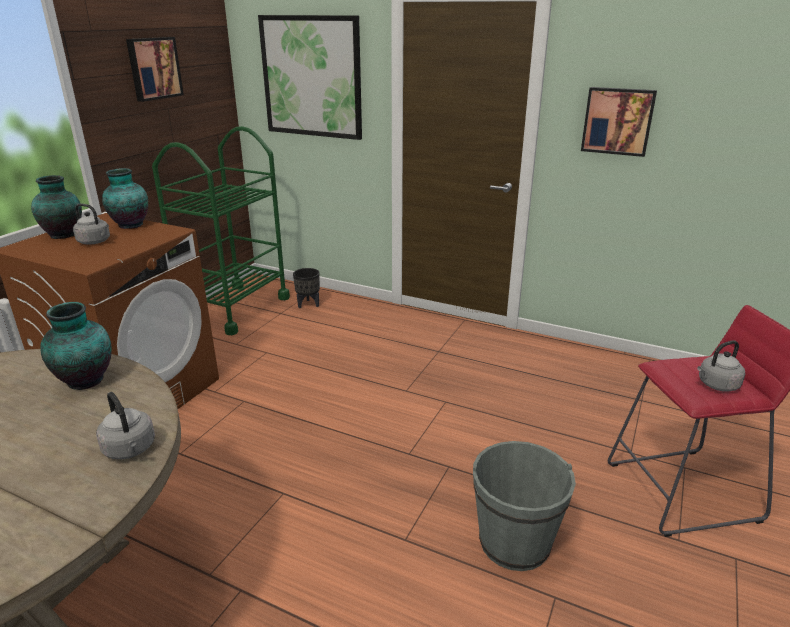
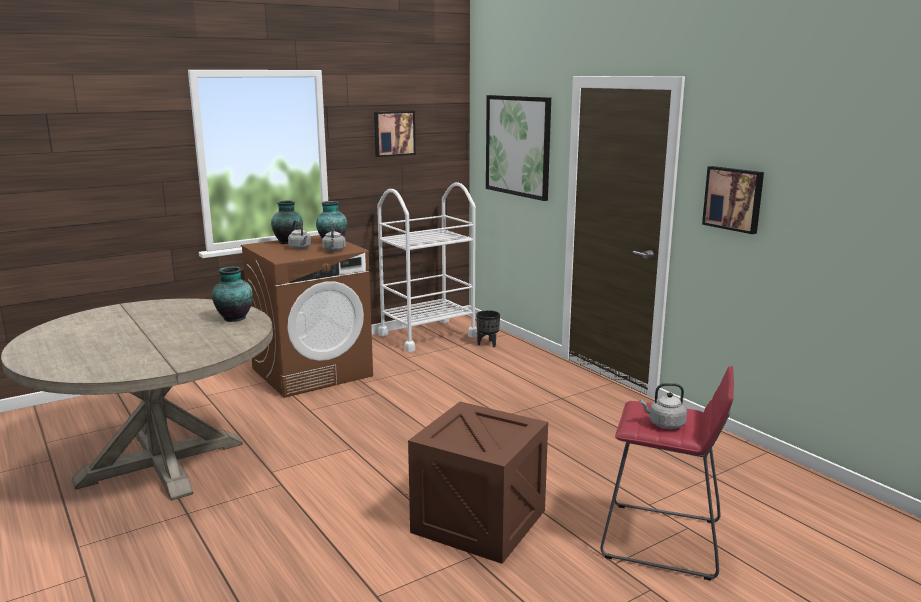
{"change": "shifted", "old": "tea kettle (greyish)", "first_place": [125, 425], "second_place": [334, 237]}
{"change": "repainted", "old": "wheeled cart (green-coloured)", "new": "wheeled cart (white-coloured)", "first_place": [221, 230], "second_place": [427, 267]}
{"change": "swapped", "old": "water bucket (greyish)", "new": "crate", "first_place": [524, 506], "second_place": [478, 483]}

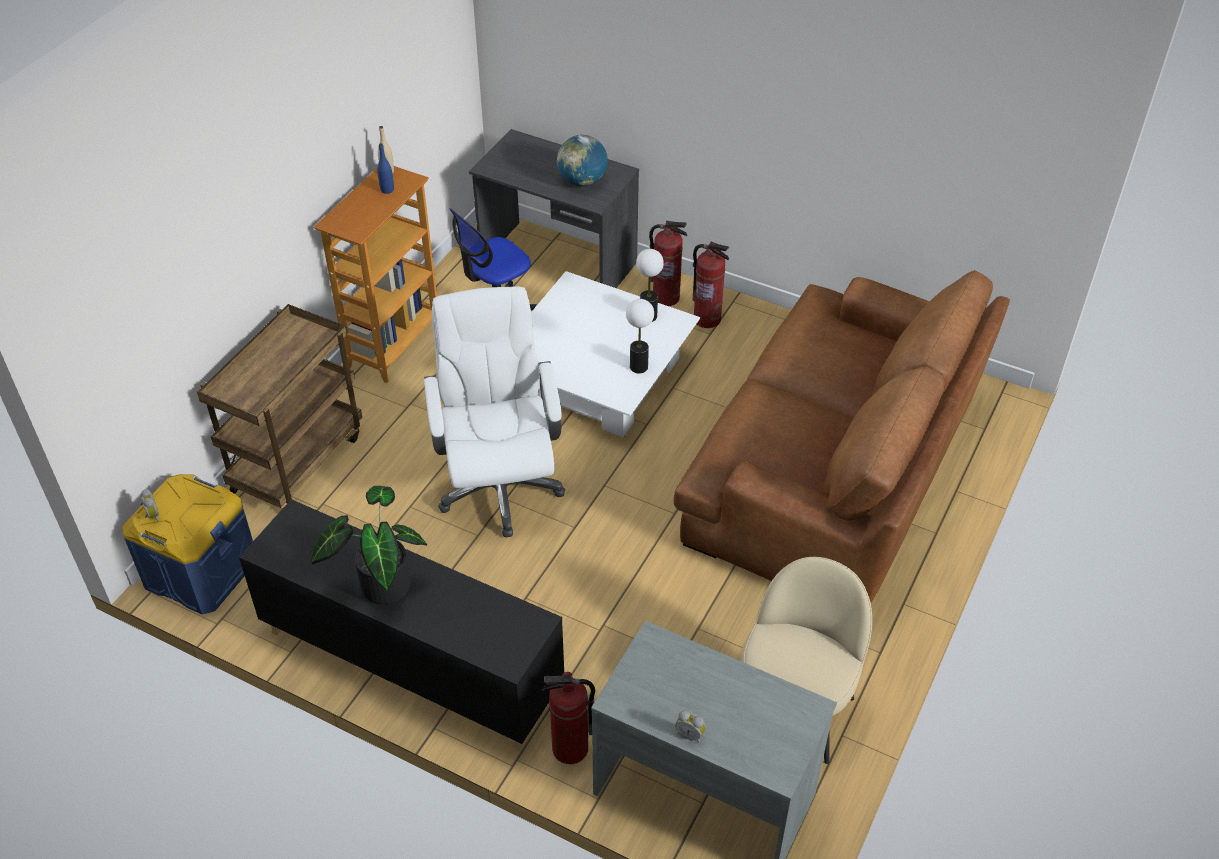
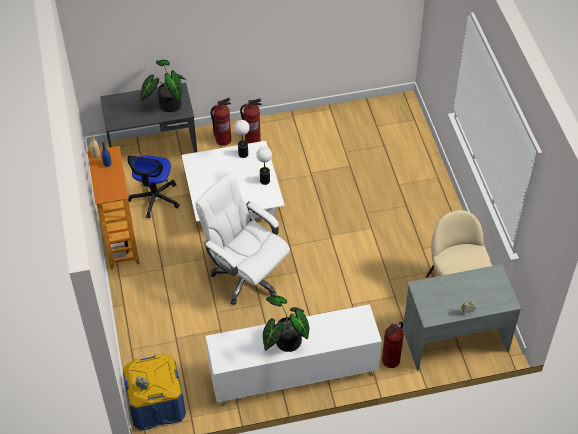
{"change": "swapped", "old": "world globe", "new": "houseplant", "first_place": [582, 161], "second_place": [163, 86]}
{"change": "repainted", "old": "cupboard (blackish)", "new": "cupboard (white-coloured)", "first_place": [401, 625], "second_place": [294, 355]}
{"change": "gone", "old": "wheeled cart (brownish)", "first_place": [279, 406]}
{"change": "gone", "old": "sofa (brownish)", "first_place": [842, 436]}

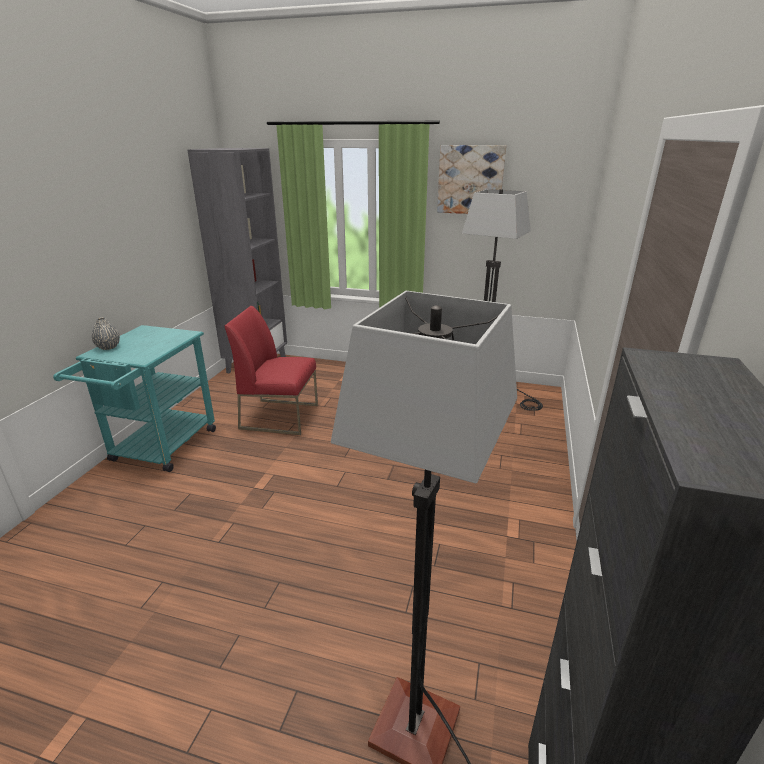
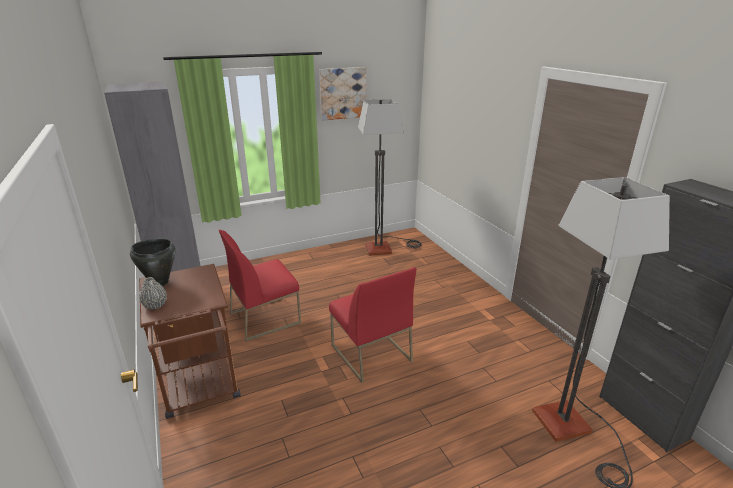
{"change": "new", "new": "stockpot (blackish)", "second_place": [153, 262]}
{"change": "repainted", "old": "wheeled cart (blue-green)", "new": "wheeled cart (brownish)", "first_place": [134, 398], "second_place": [190, 341]}
{"change": "new", "new": "plain chair (red-coloured)", "second_place": [373, 325]}

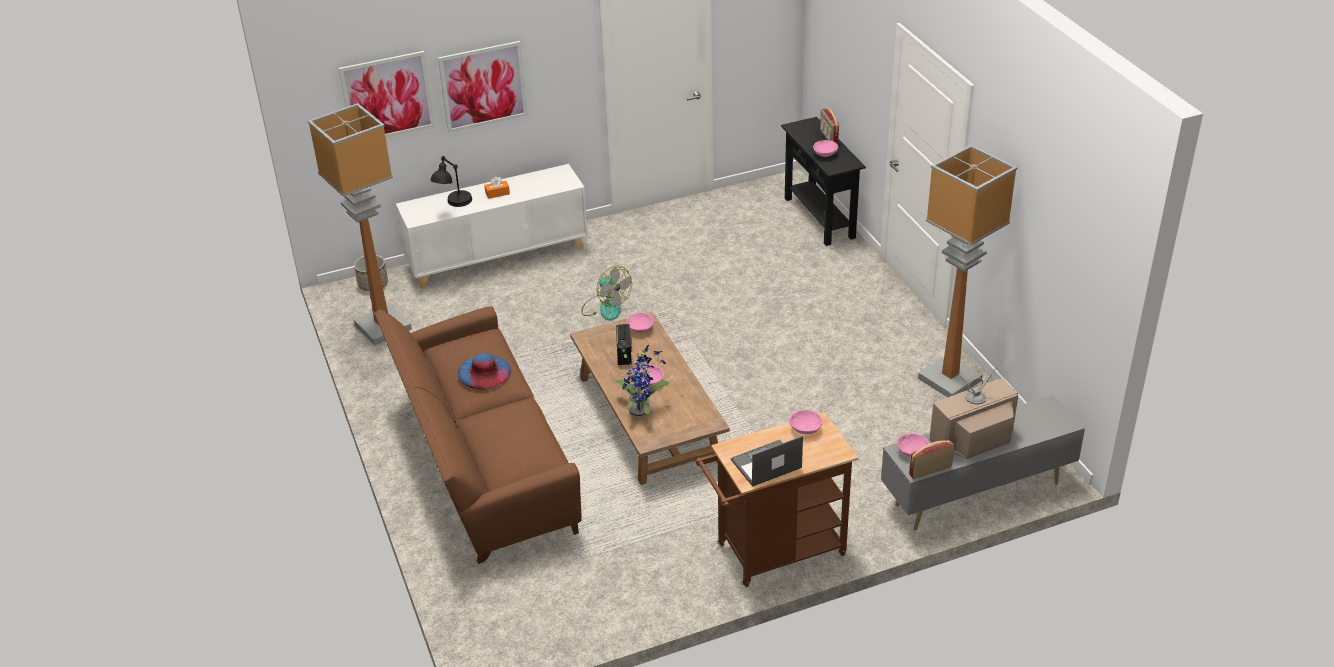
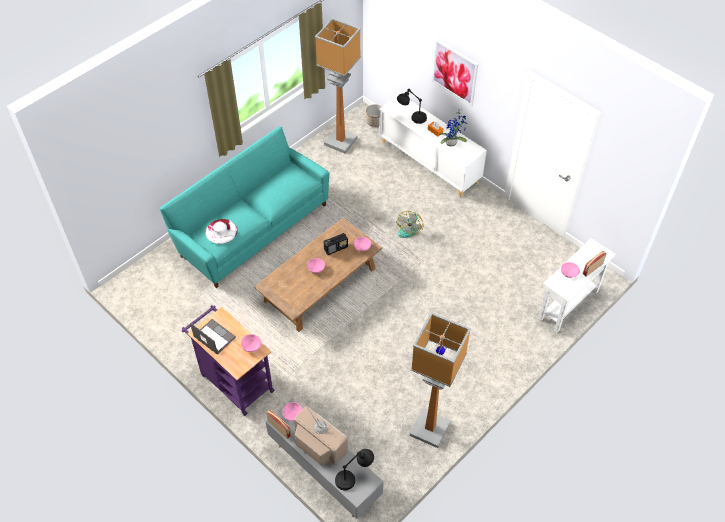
{"change": "repainted", "old": "sofa (brownish)", "new": "sofa (blue-green)", "first_place": [478, 435], "second_place": [244, 207]}
{"change": "repainted", "old": "wheeled cart (brownish)", "new": "wheeled cart (purplish)", "first_place": [777, 499], "second_place": [228, 360]}
{"change": "new", "new": "clothing hat (white-coloured)", "second_place": [221, 231]}
{"change": "new", "new": "tabletop lamp (blackish)", "second_place": [354, 469]}
{"change": "shifted", "old": "houseplant", "first_place": [642, 381], "second_place": [453, 127]}
{"change": "repainted", "old": "console table (blackish)", "new": "console table (white-coloured)", "first_place": [823, 181], "second_place": [577, 285]}
{"change": "gone", "old": "wall art", "first_place": [387, 94]}
{"change": "gone", "old": "clothing hat (bluish)", "first_place": [484, 372]}

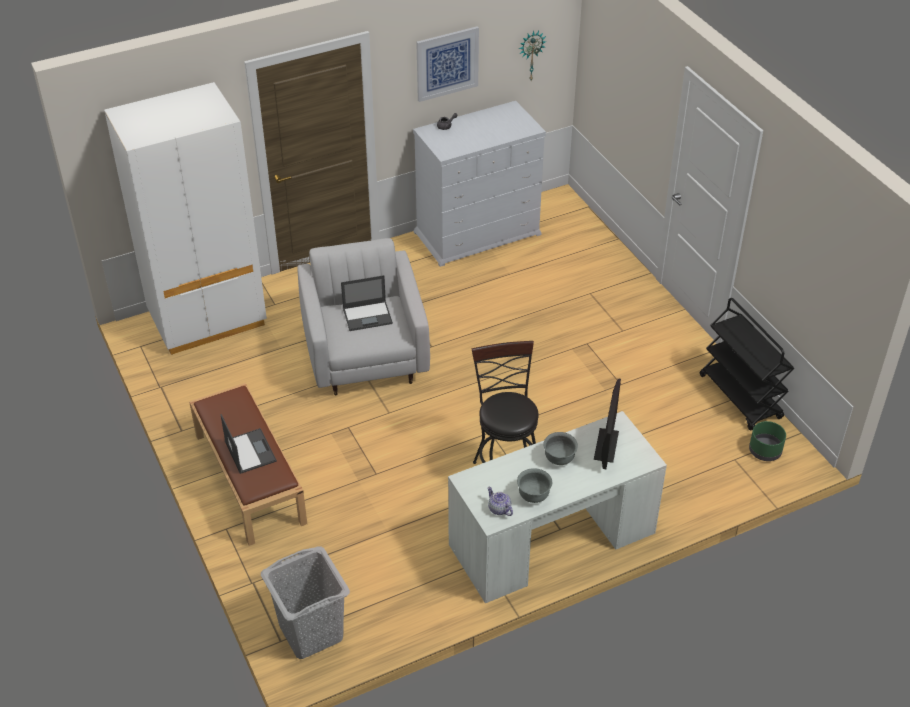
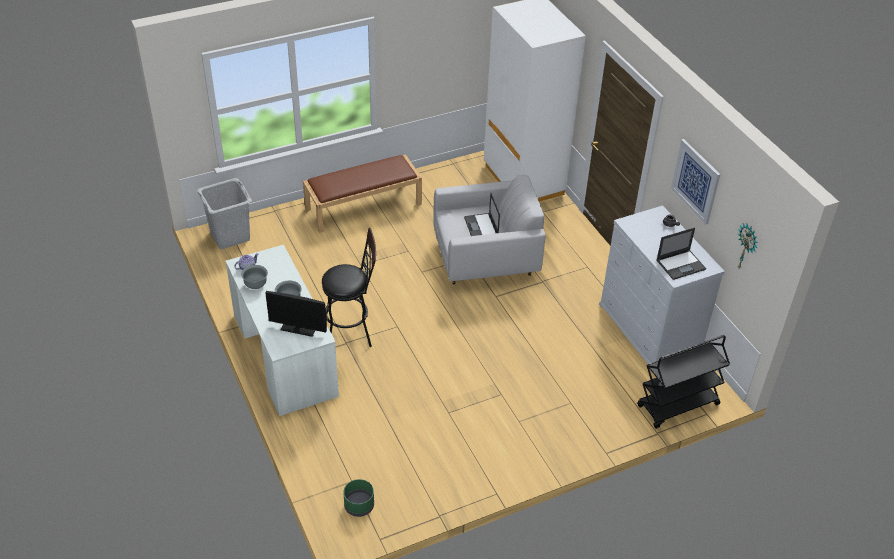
{"change": "shifted", "old": "wheeled cart (blackish)", "first_place": [747, 364], "second_place": [683, 382]}
{"change": "shifted", "old": "notebook computer", "first_place": [249, 444], "second_place": [681, 253]}

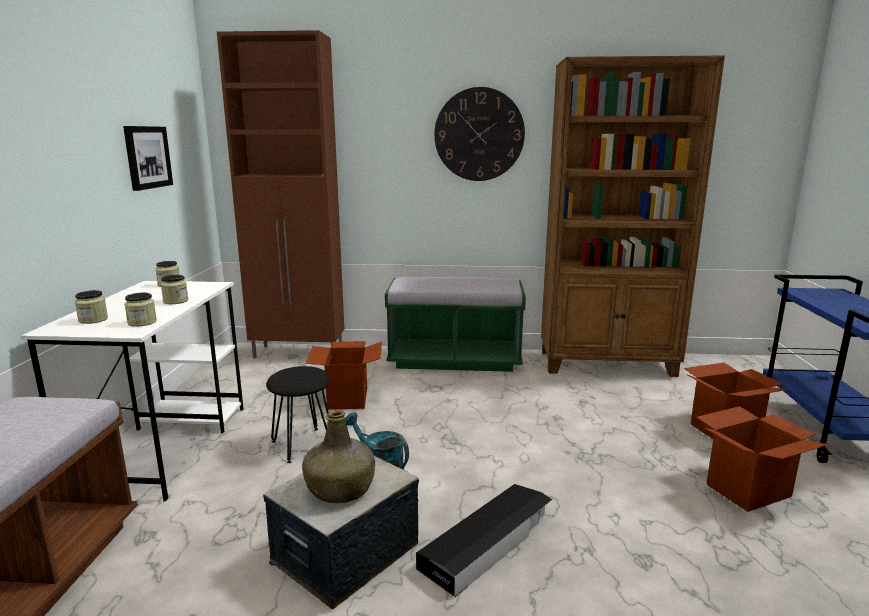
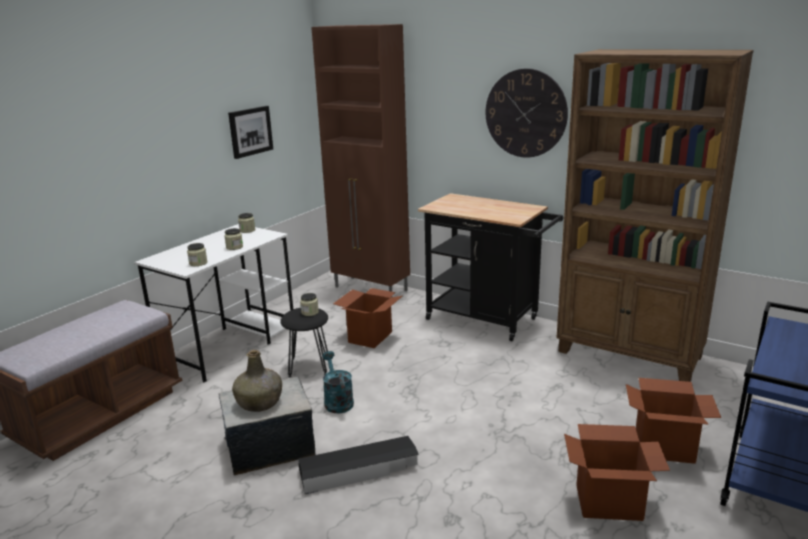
{"change": "shifted", "old": "storage jar", "first_place": [91, 307], "second_place": [309, 304]}
{"change": "swapped", "old": "long seat (green-coloured)", "new": "wheeled cart (blackish)", "first_place": [455, 324], "second_place": [490, 267]}

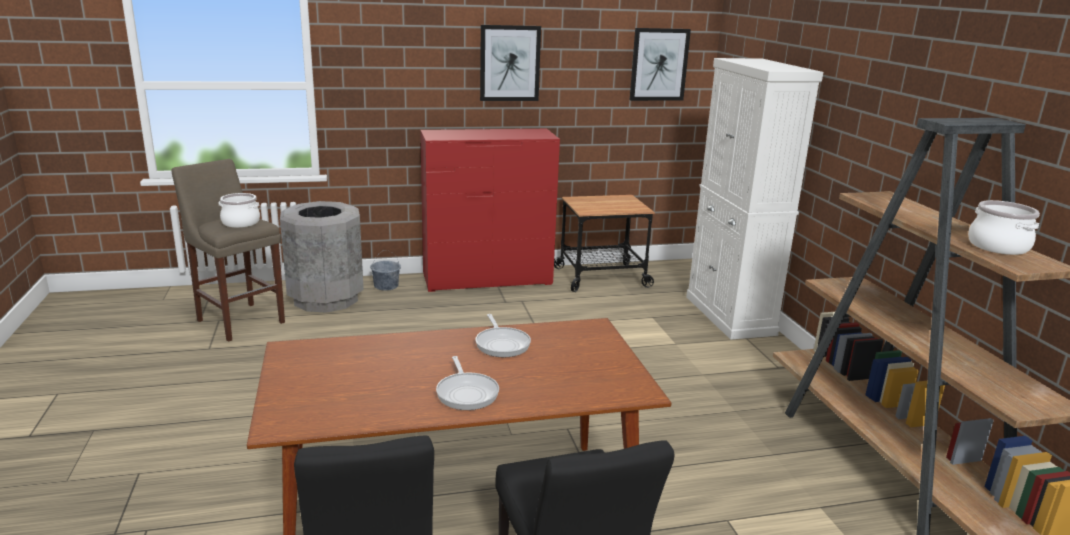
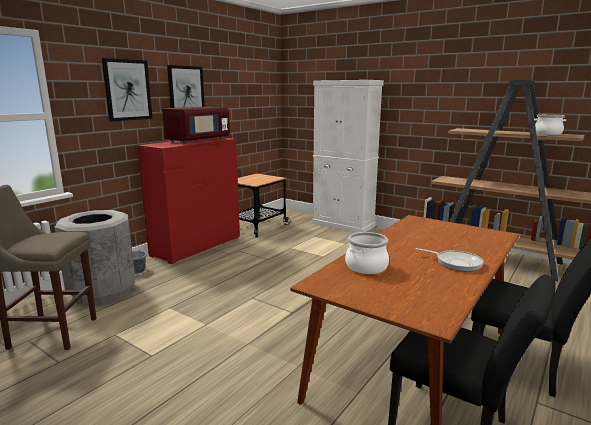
{"change": "shifted", "old": "wall art", "first_place": [660, 64], "second_place": [127, 89]}
{"change": "new", "new": "kitchen microwave (red-coloured)", "second_place": [196, 125]}
{"change": "shifted", "old": "stockpot", "first_place": [239, 210], "second_place": [367, 253]}
{"change": "gone", "old": "skillet", "first_place": [503, 335]}

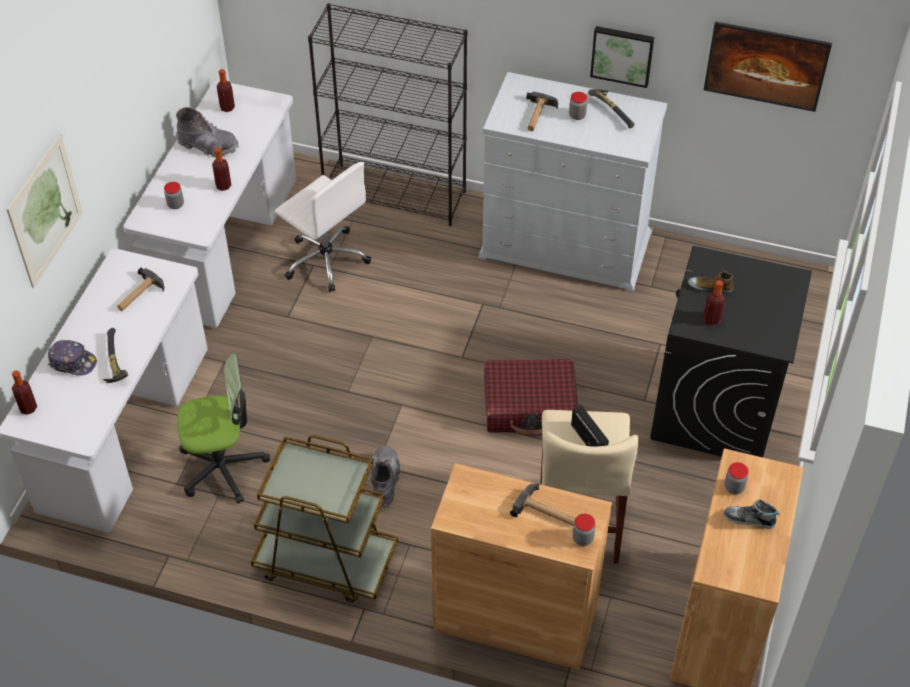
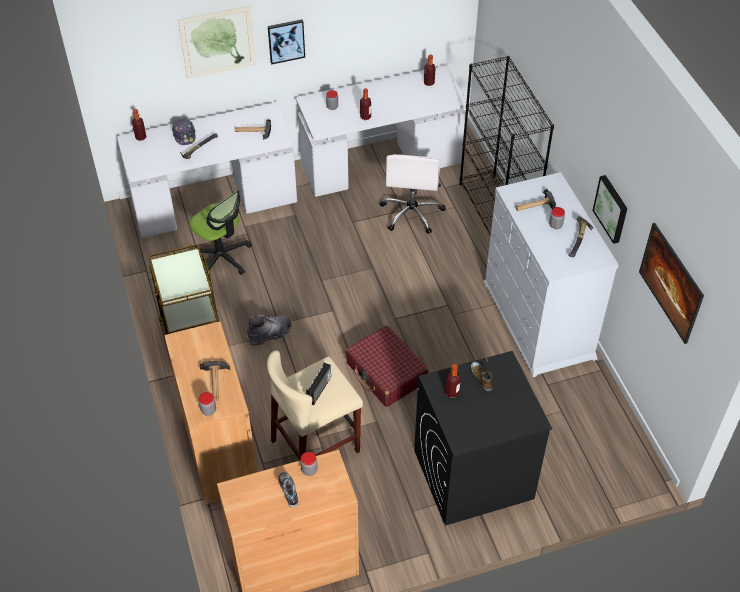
{"change": "new", "new": "wall art", "second_place": [286, 42]}
{"change": "gone", "old": "boot (greyish)", "first_place": [207, 132]}

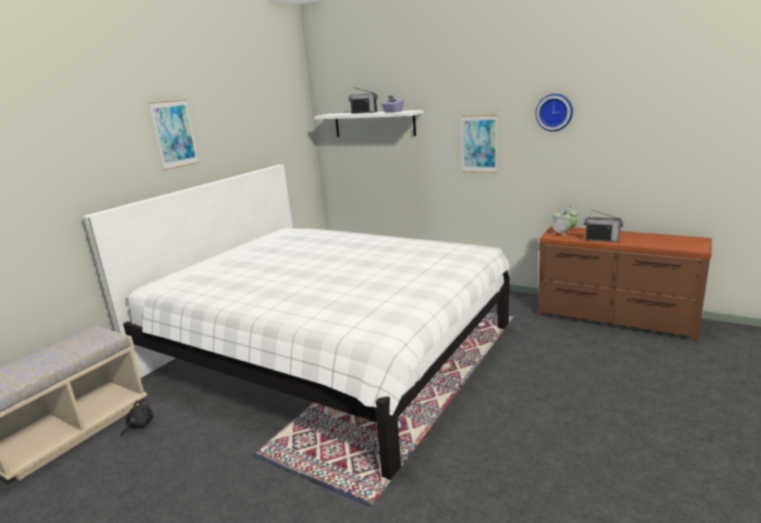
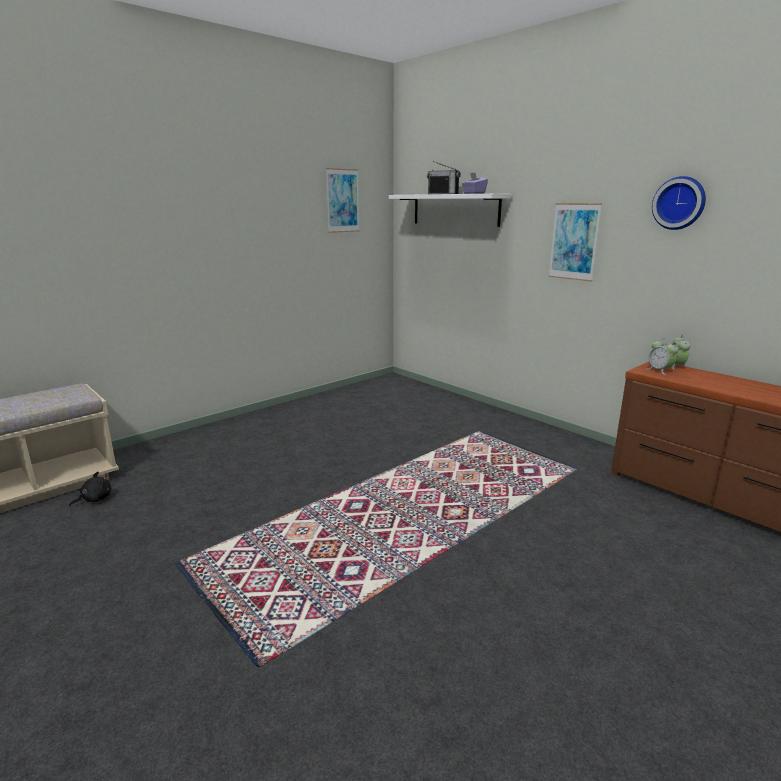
{"change": "shifted", "old": "wall art", "first_place": [174, 134], "second_place": [342, 200]}
{"change": "gone", "old": "bedroom bed (white-coloured)", "first_place": [296, 322]}
{"change": "gone", "old": "radio receiver", "first_place": [603, 225]}

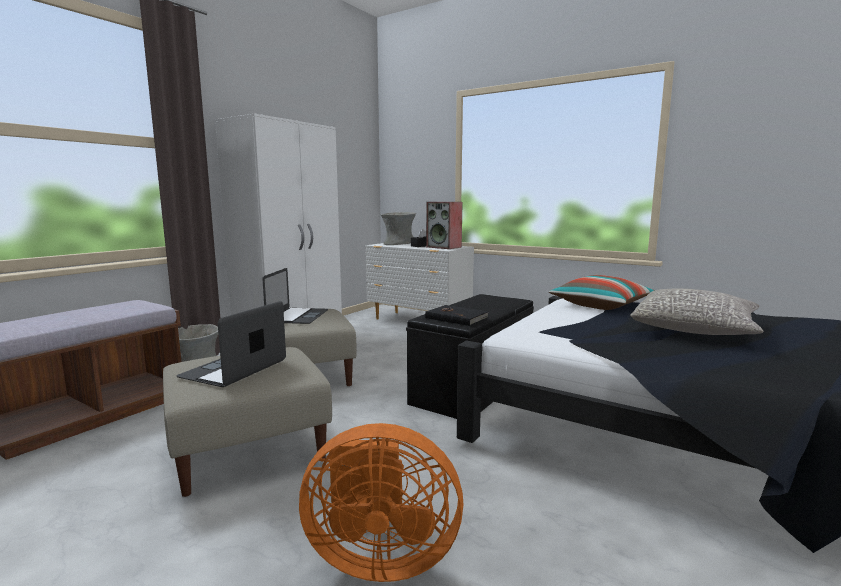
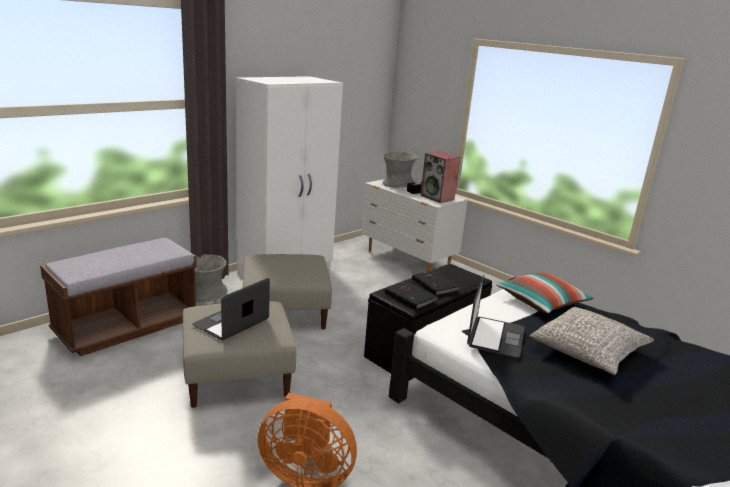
{"change": "new", "new": "book (blackish)", "second_place": [436, 283]}
{"change": "shifted", "old": "notebook computer", "first_place": [295, 296], "second_place": [496, 316]}

